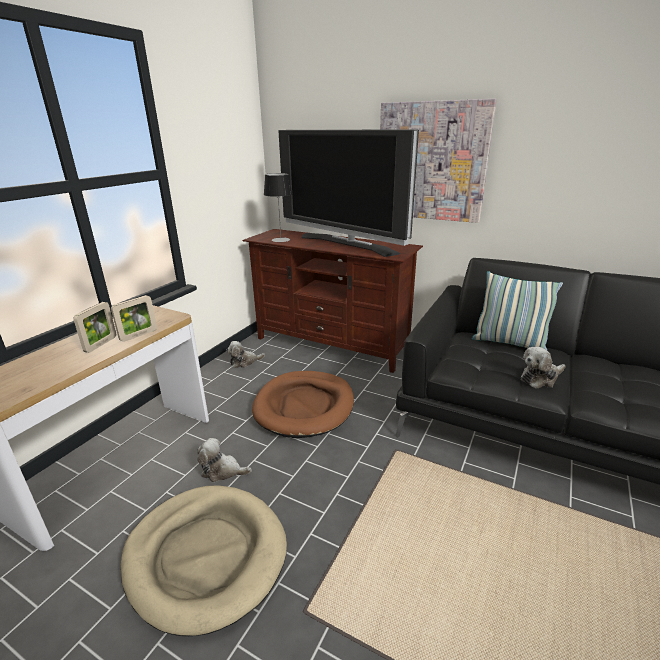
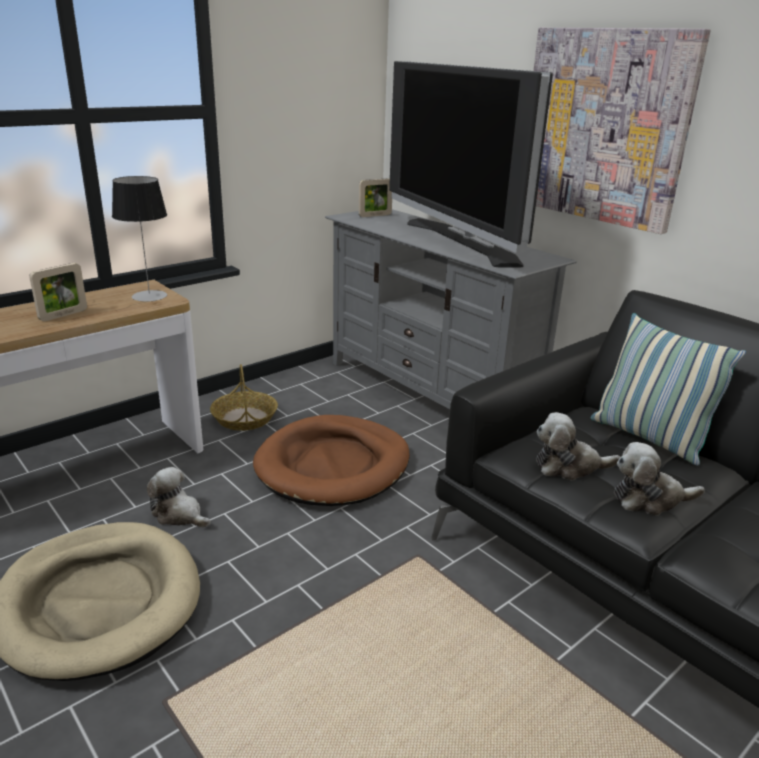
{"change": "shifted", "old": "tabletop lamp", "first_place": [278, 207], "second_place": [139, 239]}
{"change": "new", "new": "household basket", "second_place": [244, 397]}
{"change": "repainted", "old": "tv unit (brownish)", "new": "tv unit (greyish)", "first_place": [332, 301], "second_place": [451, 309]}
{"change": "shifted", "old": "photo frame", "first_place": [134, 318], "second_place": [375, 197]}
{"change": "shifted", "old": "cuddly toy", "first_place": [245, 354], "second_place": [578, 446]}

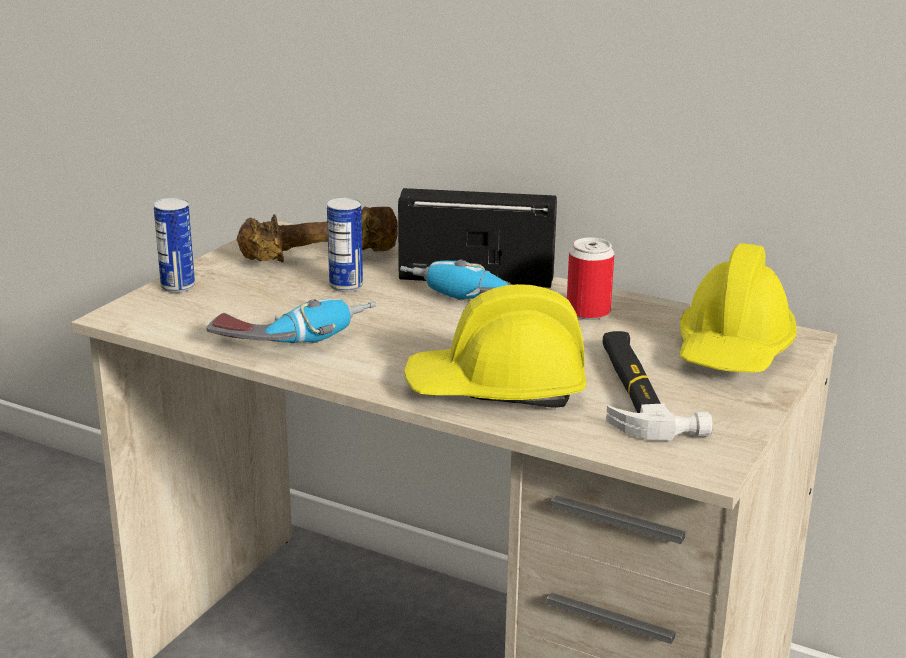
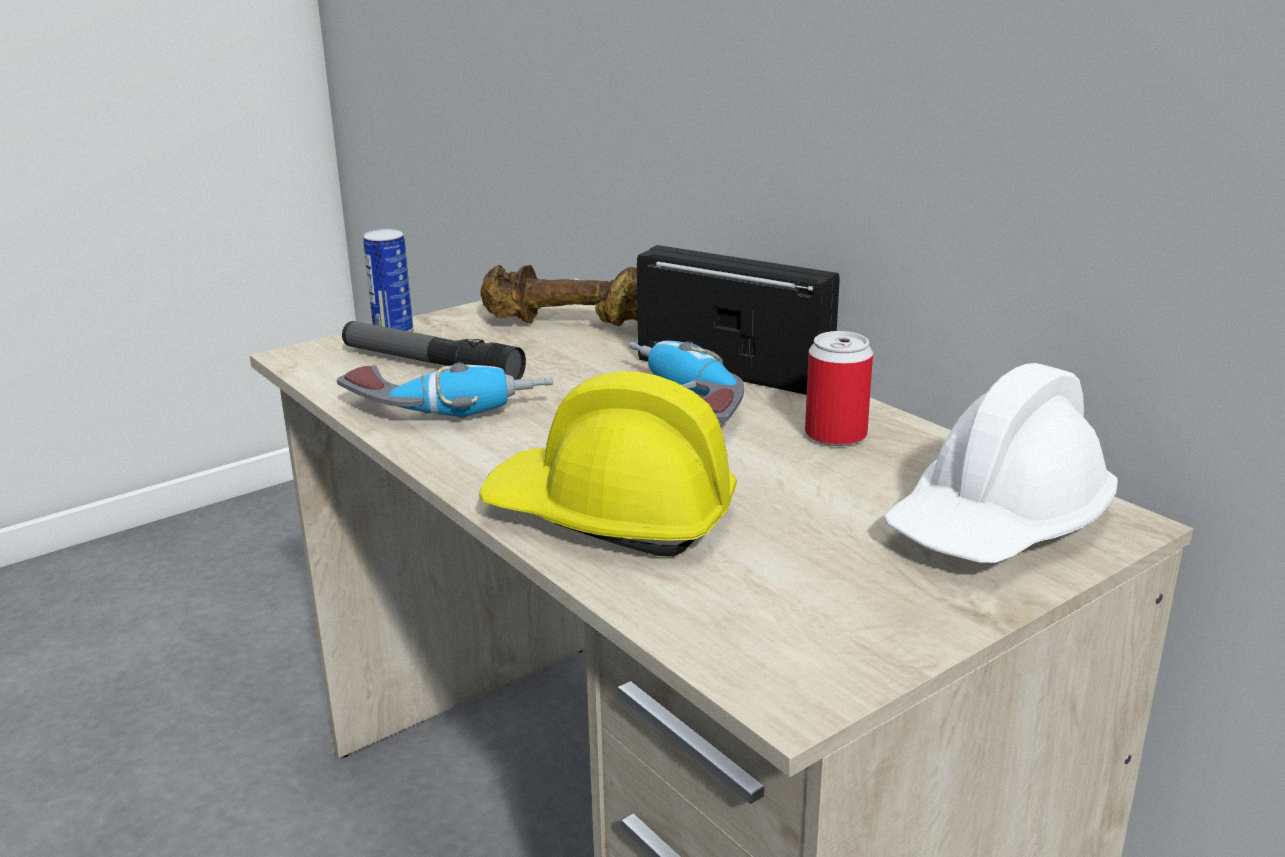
{"change": "new", "new": "torch", "second_place": [434, 350]}
{"change": "repainted", "old": "safety helmet (yellow)", "new": "safety helmet (white-coloured)", "first_place": [738, 308], "second_place": [1001, 463]}
{"change": "gone", "old": "can", "first_place": [345, 245]}
{"change": "gone", "old": "tool hammer", "first_place": [658, 386]}

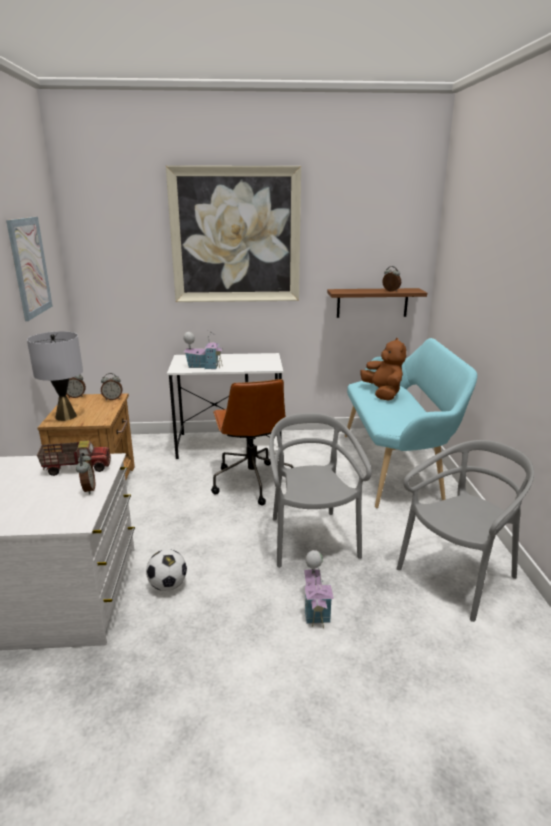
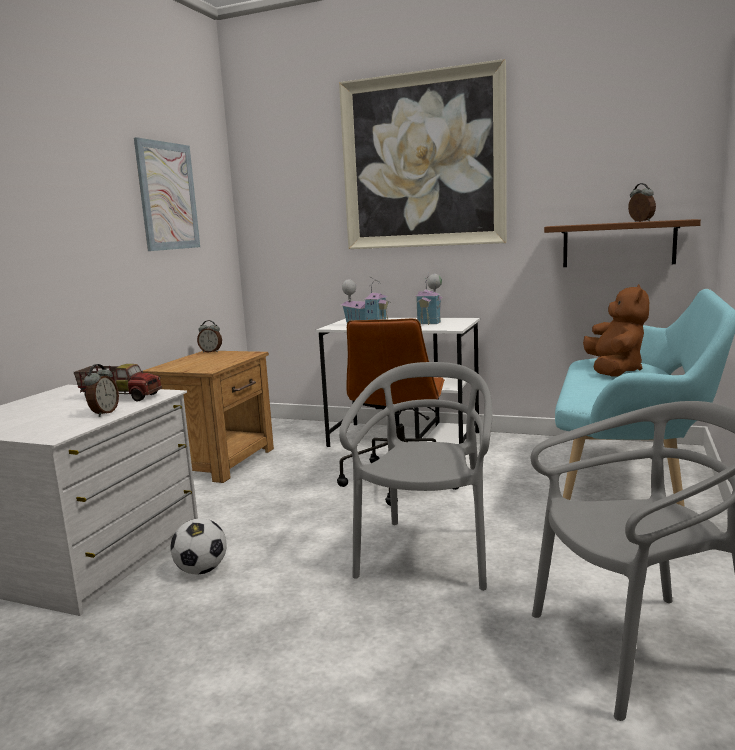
{"change": "shifted", "old": "toy house", "first_place": [319, 589], "second_place": [429, 299]}
{"change": "gone", "old": "tabletop lamp (greyish)", "first_place": [55, 376]}
{"change": "gone", "old": "bedside clock", "first_place": [111, 386]}

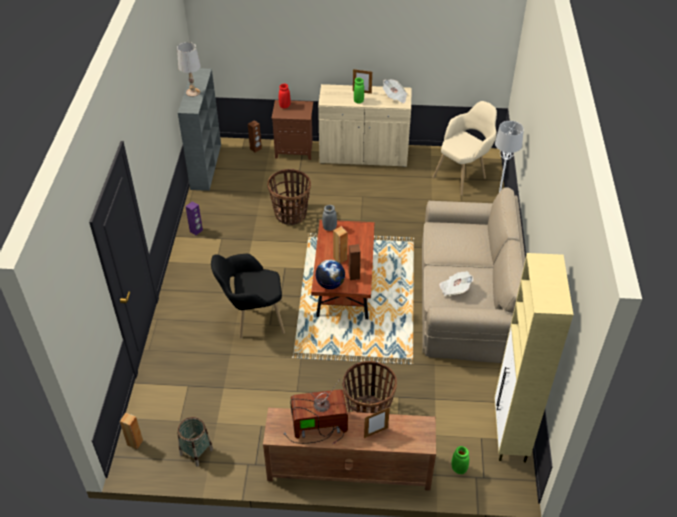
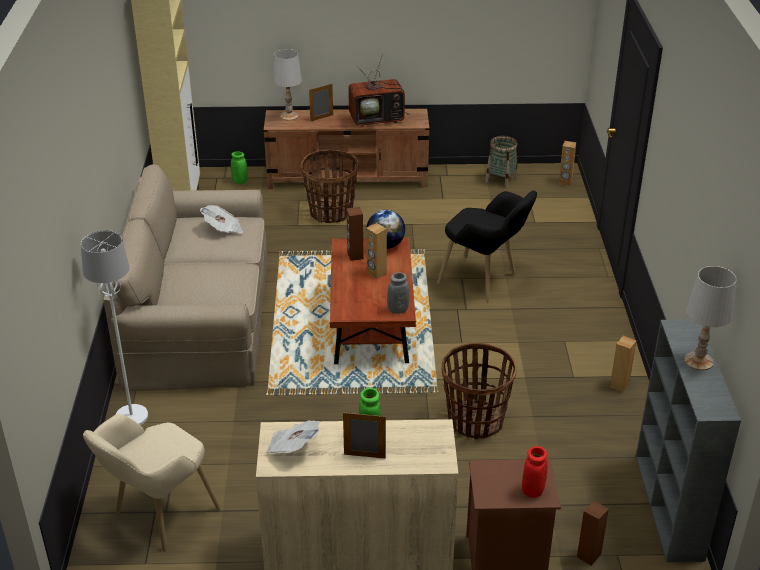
{"change": "new", "new": "tabletop lamp (white-coloured)", "second_place": [287, 84]}
{"change": "rotated", "old": "lounge chair (blackish)", "first_place": [248, 296], "second_place": [487, 246], "degrees": 45}
{"change": "repainted", "old": "audio speaker (purplish)", "new": "audio speaker (brownish)", "first_place": [194, 218], "second_place": [623, 364]}

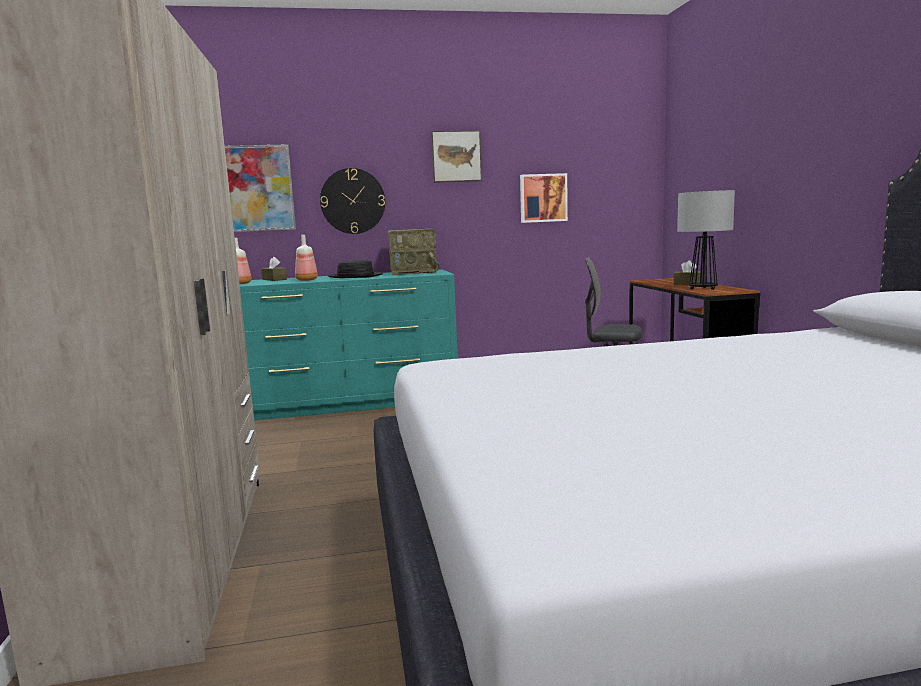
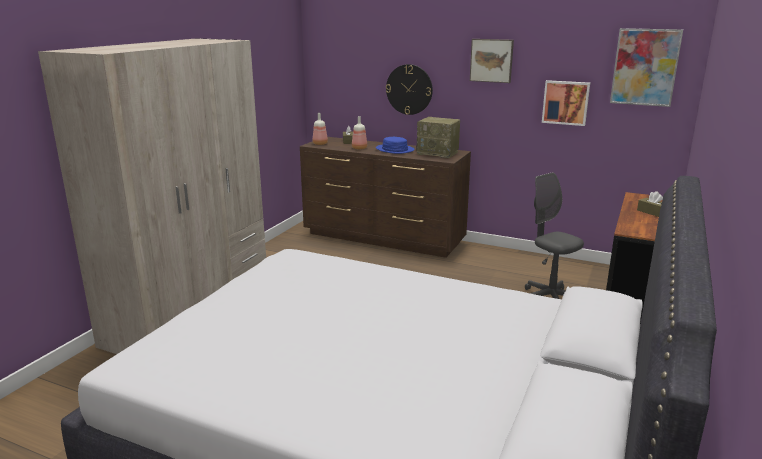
{"change": "repainted", "old": "dresser (blue-green)", "new": "dresser (brownish)", "first_place": [349, 345], "second_place": [385, 197]}
{"change": "repainted", "old": "clothing hat (blackish)", "new": "clothing hat (bluish)", "first_place": [355, 269], "second_place": [395, 145]}
{"change": "shifted", "old": "wall art", "first_place": [260, 188], "second_place": [646, 67]}
{"change": "gone", "old": "tabletop lamp", "first_place": [706, 240]}

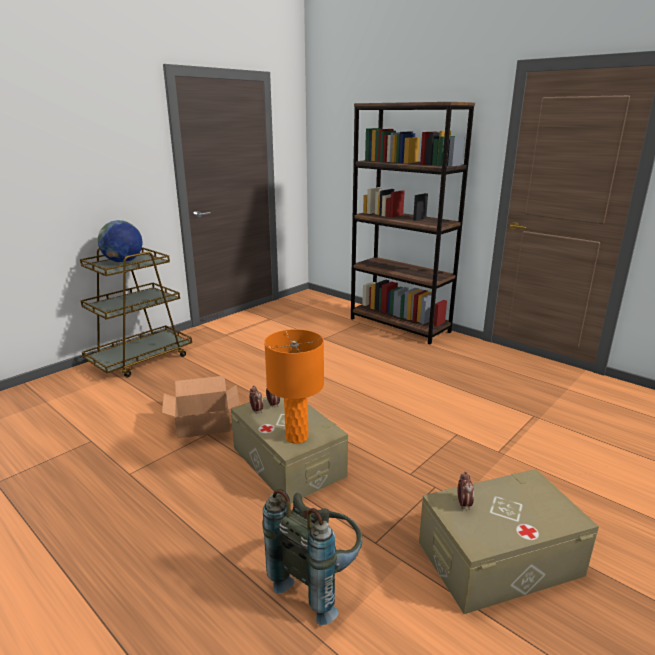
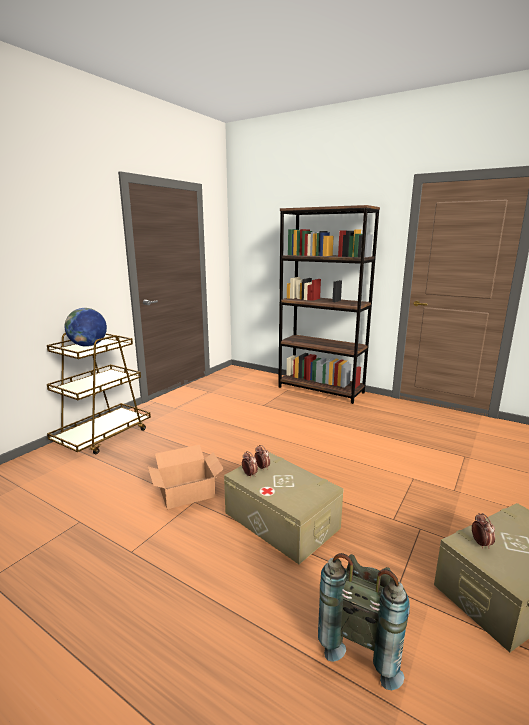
{"change": "gone", "old": "tabletop lamp (orange)", "first_place": [294, 386]}

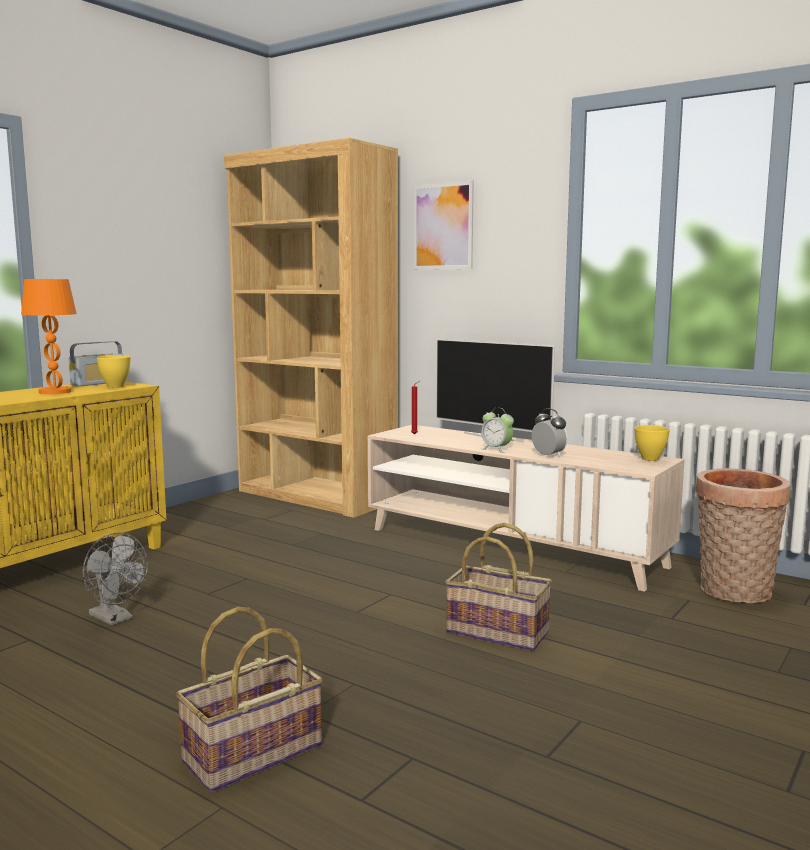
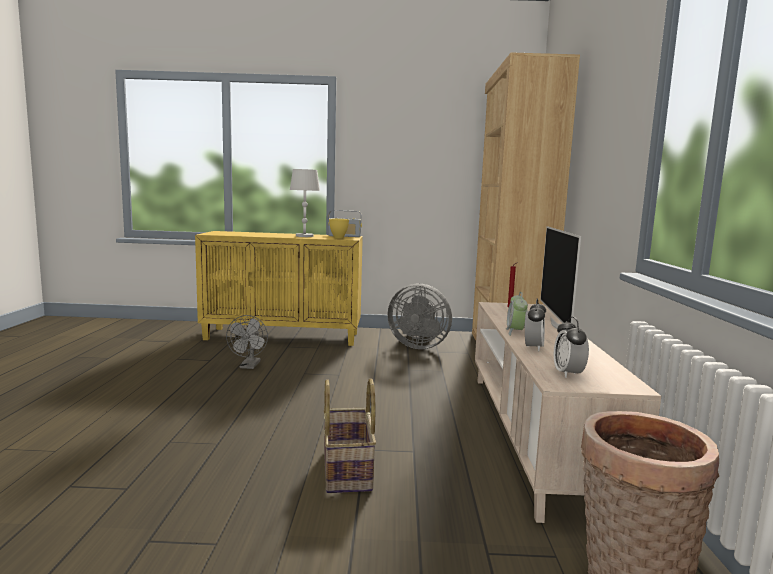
{"change": "repainted", "old": "tabletop lamp (orange)", "new": "tabletop lamp (white-coloured)", "first_place": [49, 336], "second_place": [305, 203]}
{"change": "new", "new": "fan (greyish)", "second_place": [419, 316]}
{"change": "new", "new": "bedside clock", "second_place": [571, 347]}
{"change": "gone", "old": "household basket", "first_place": [249, 699]}
{"change": "gone", "old": "wall art", "first_place": [443, 225]}
{"change": "gone", "old": "serving bowl (yellow)", "first_place": [652, 443]}

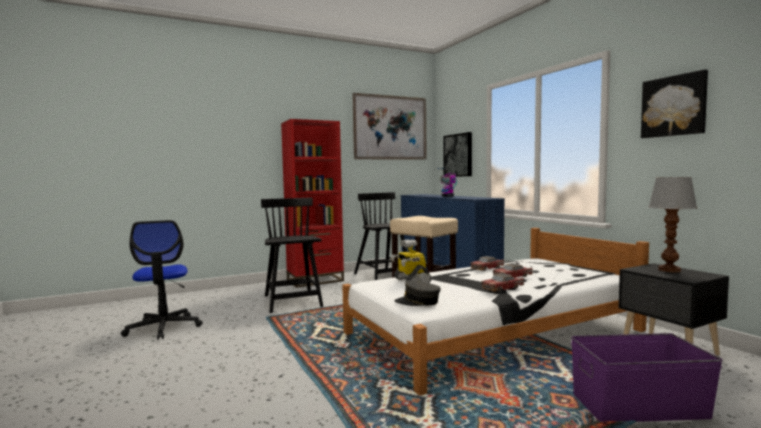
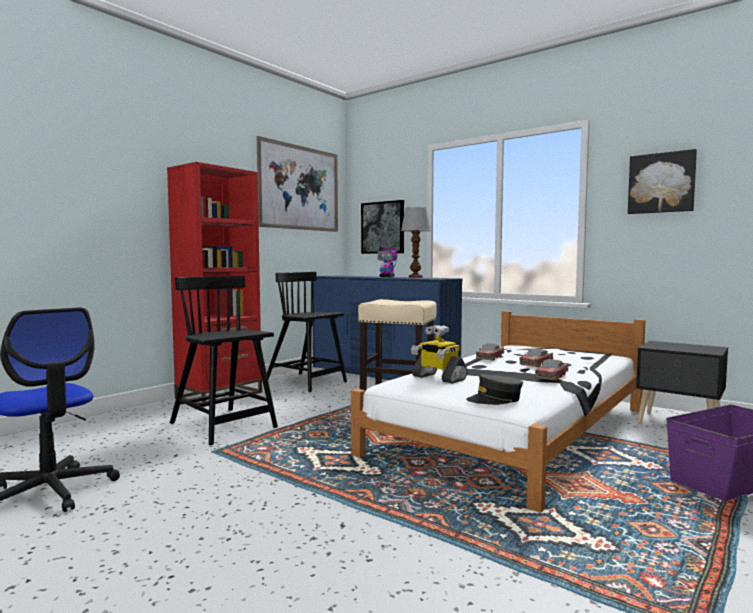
{"change": "shifted", "old": "tabletop lamp", "first_place": [672, 224], "second_place": [416, 242]}

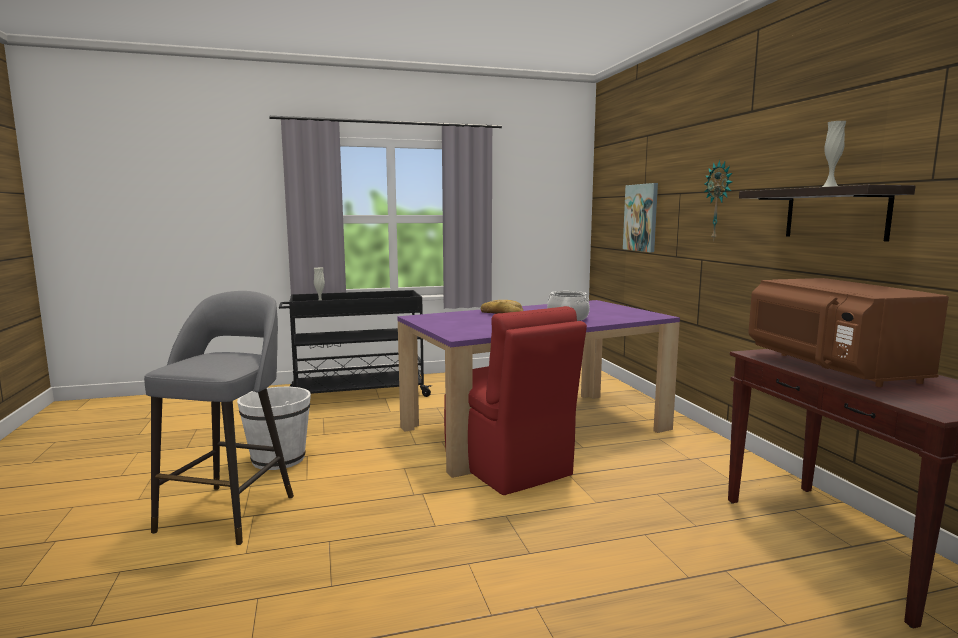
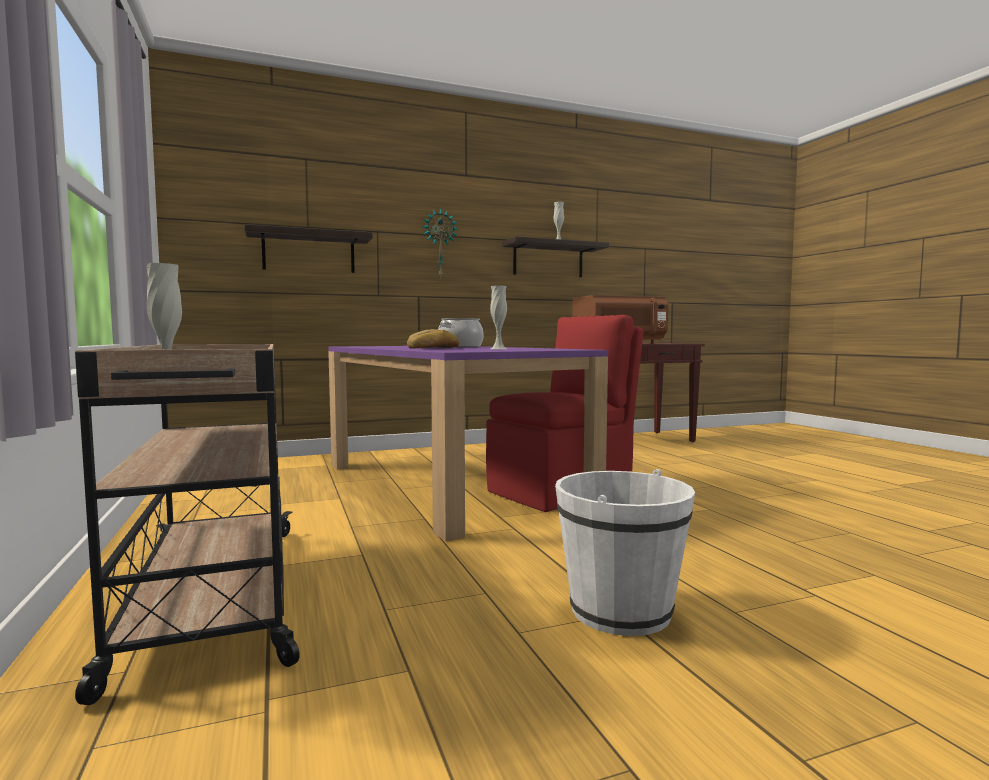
{"change": "repainted", "old": "wheeled cart (blackish)", "new": "wheeled cart (sand-coloured)", "first_place": [355, 343], "second_place": [187, 524]}
{"change": "swapped", "old": "wall art", "new": "bracket shelf", "first_place": [640, 217], "second_place": [308, 248]}
{"change": "new", "new": "vase (white-coloured)", "second_place": [498, 317]}
{"change": "gone", "old": "stool seat (greyish)", "first_place": [219, 418]}

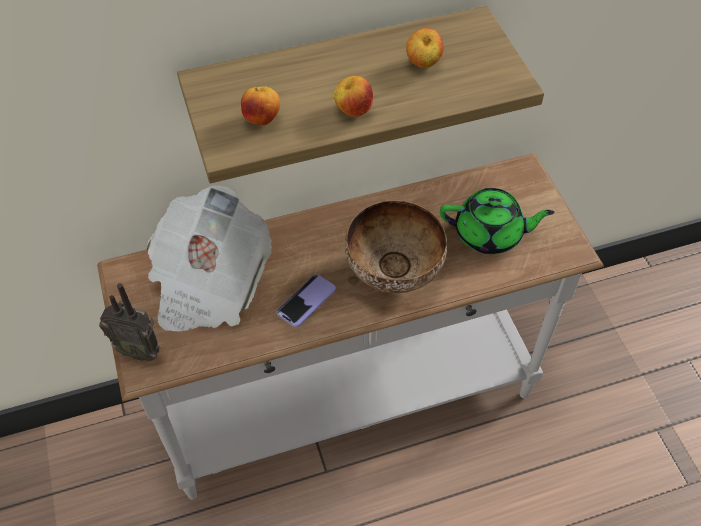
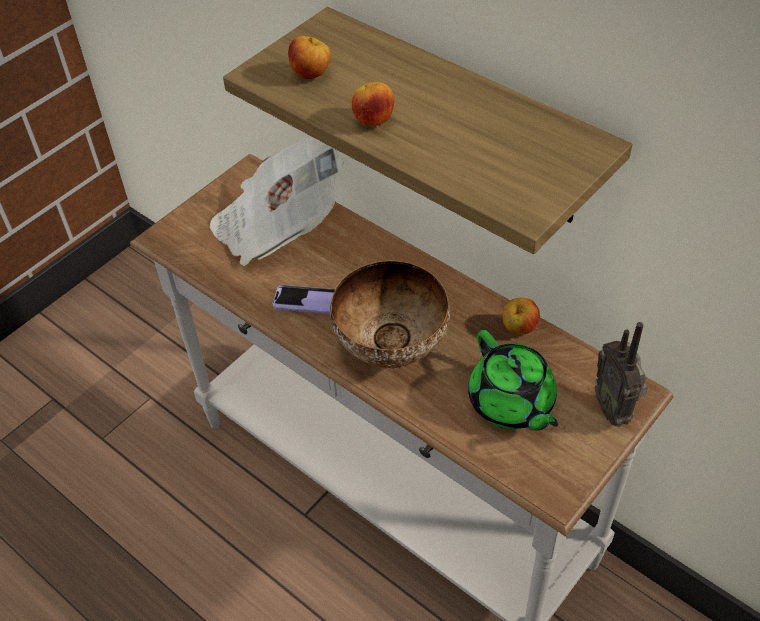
{"change": "shifted", "old": "apple fruit", "first_place": [425, 48], "second_place": [521, 316]}
{"change": "shifted", "old": "radio receiver", "first_place": [129, 322], "second_place": [621, 374]}

